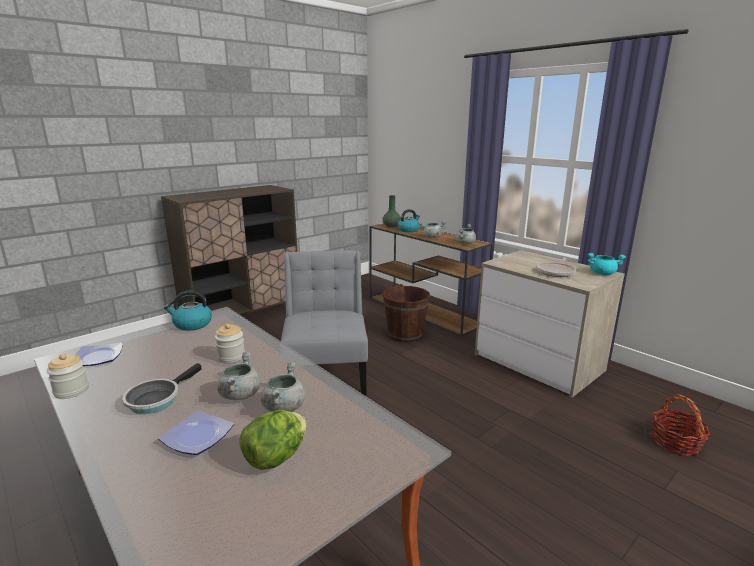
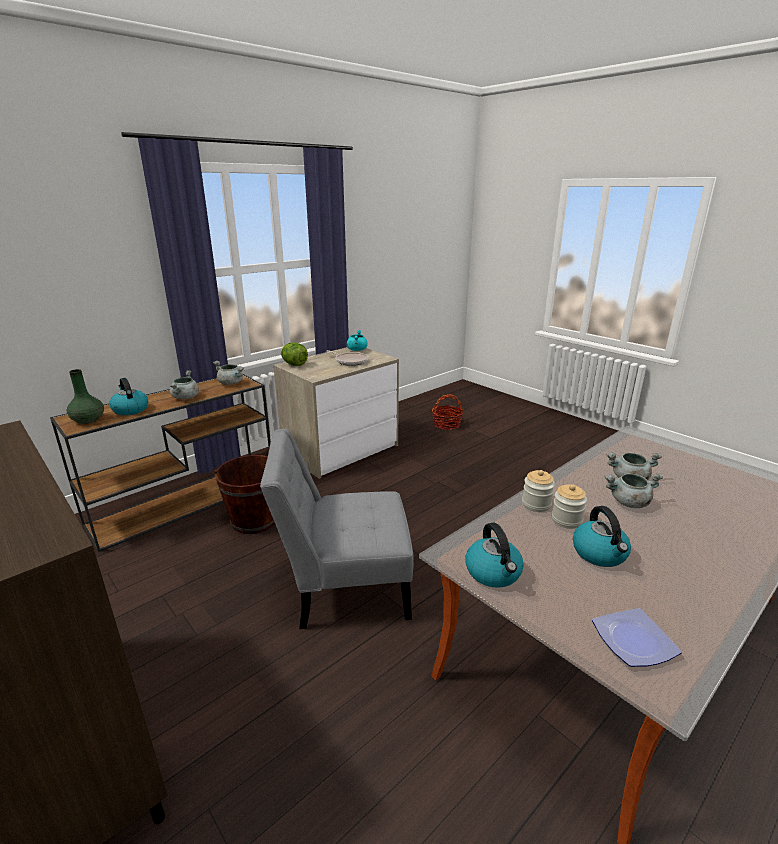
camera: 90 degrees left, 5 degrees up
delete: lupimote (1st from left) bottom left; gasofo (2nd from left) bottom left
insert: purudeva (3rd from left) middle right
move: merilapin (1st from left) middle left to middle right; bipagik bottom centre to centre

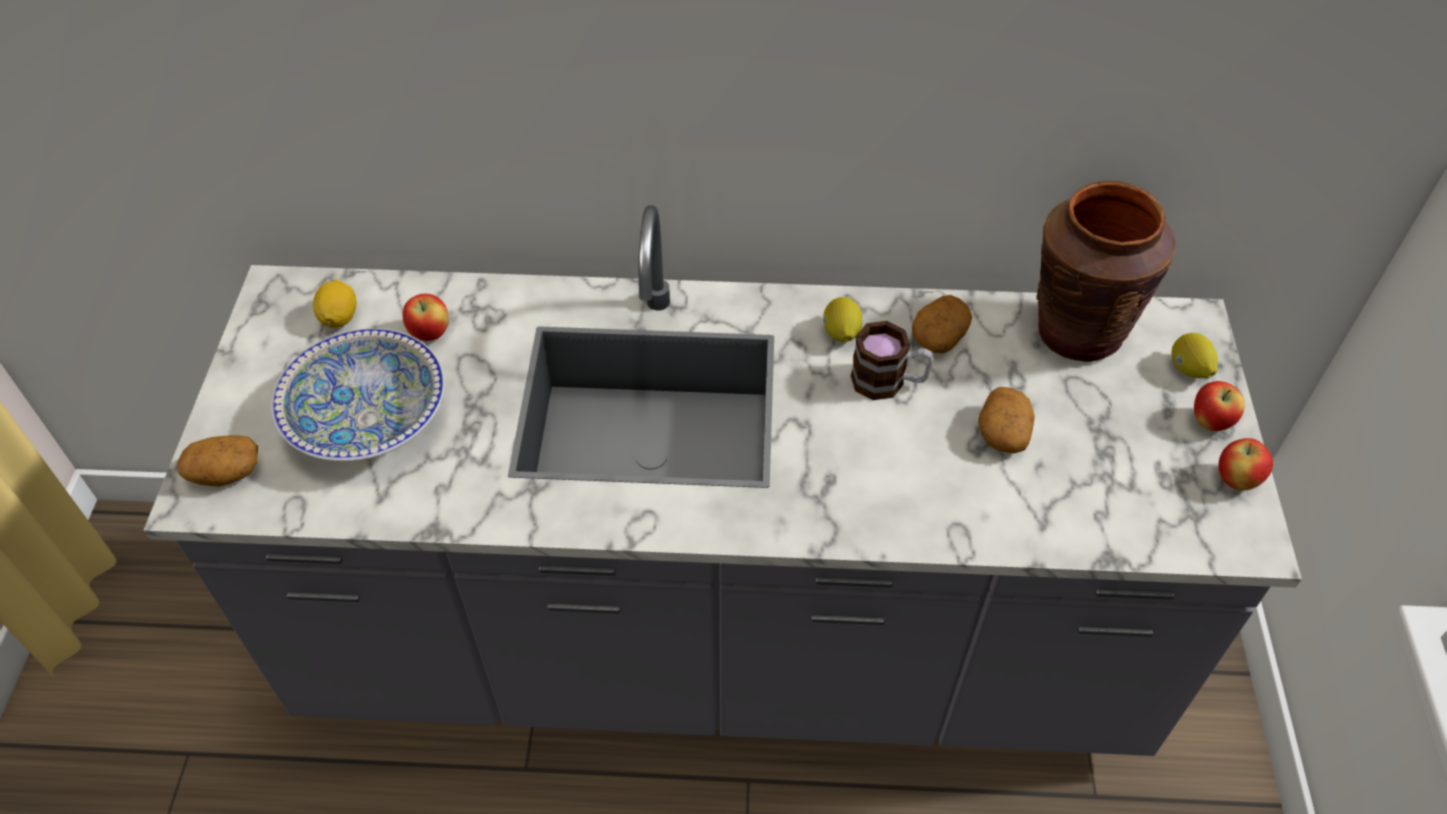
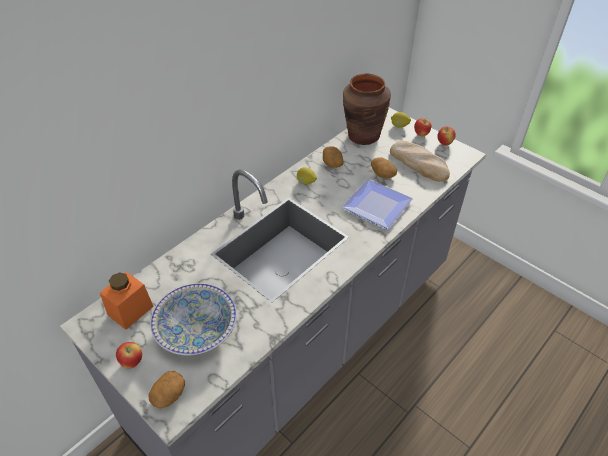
camera: 50 degrees left, 5 degrees down
delete: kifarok centre
insert: gasofo centre; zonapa middle right
move: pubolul (1st from left) middle left to bottom left
replace: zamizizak (1st from left) middle left to orange merilapin middle left

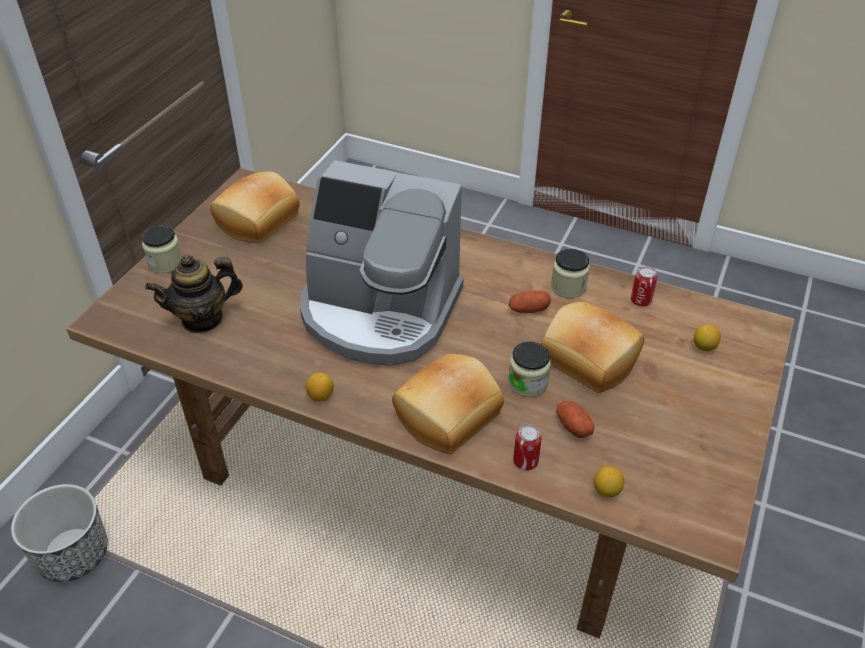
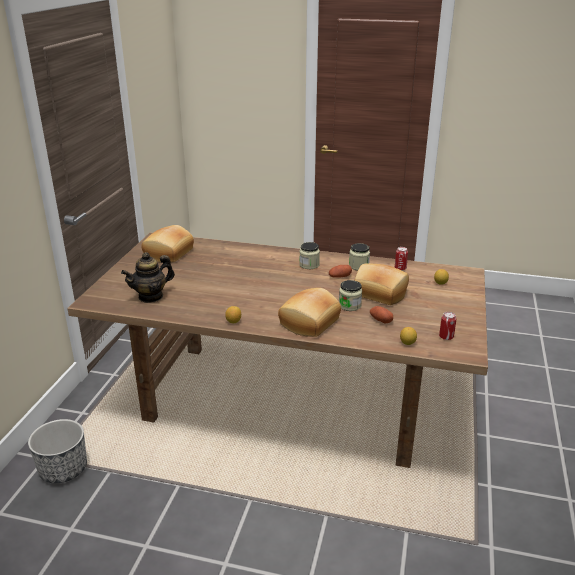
camera: 10 degrees left, 15 degrees down
delete: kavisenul centre
move: merilapin (1st from left) middle left to centre; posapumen (1st from left in the first image) bottom centre to posapumen (2nd from left) middle right

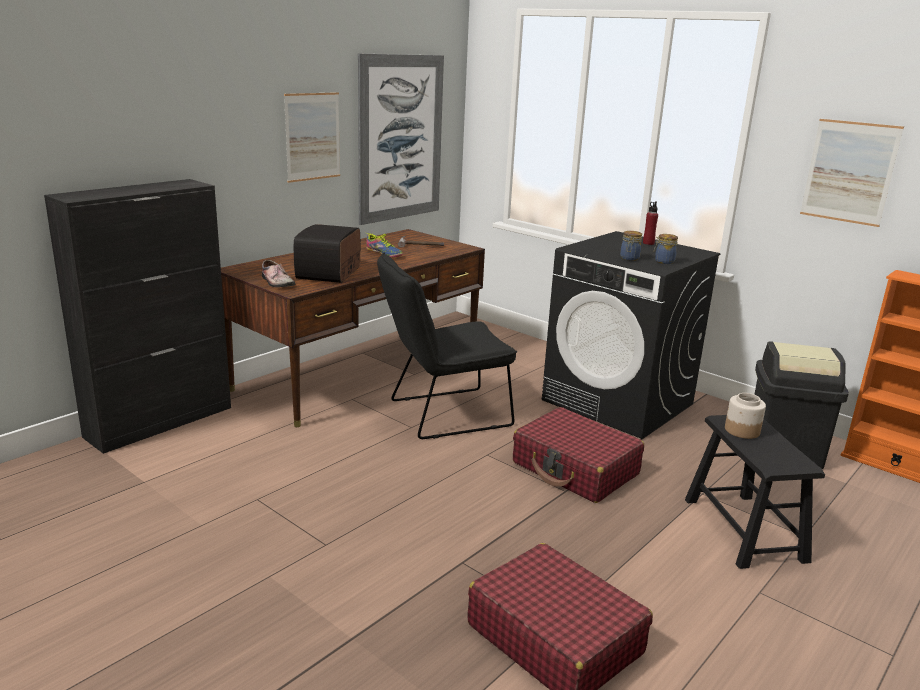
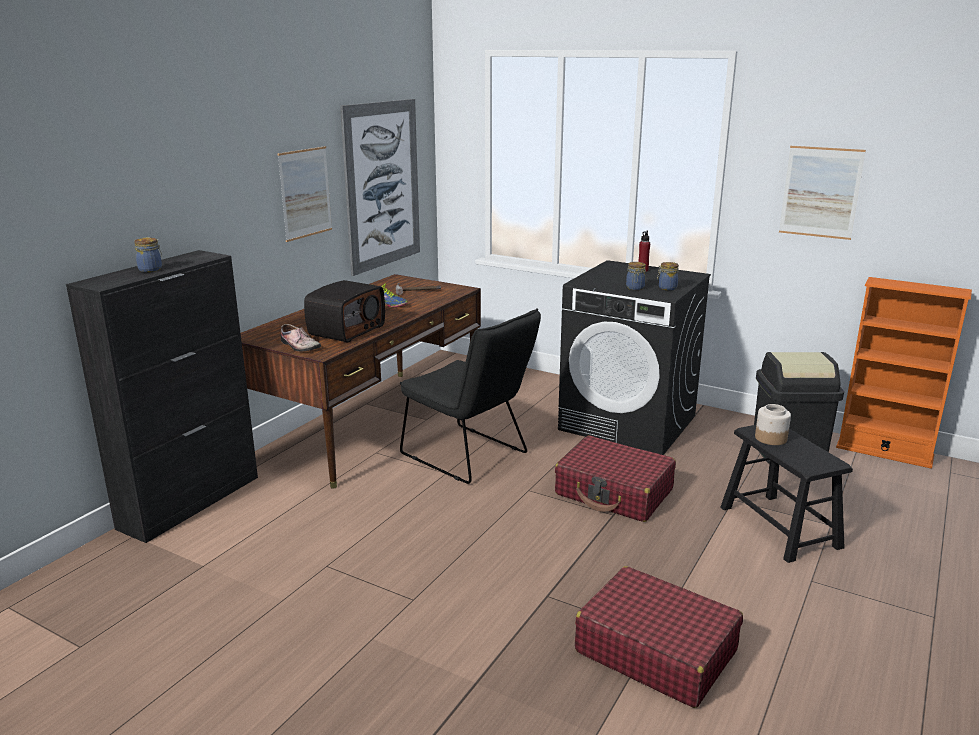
camera: 10 degrees left, 0 degrees up
insert: merilapin (1st from left) middle left
rotate: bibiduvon centre = centre 150 degrees counterclockwise; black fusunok centre = centre 105 degrees counterclockwise

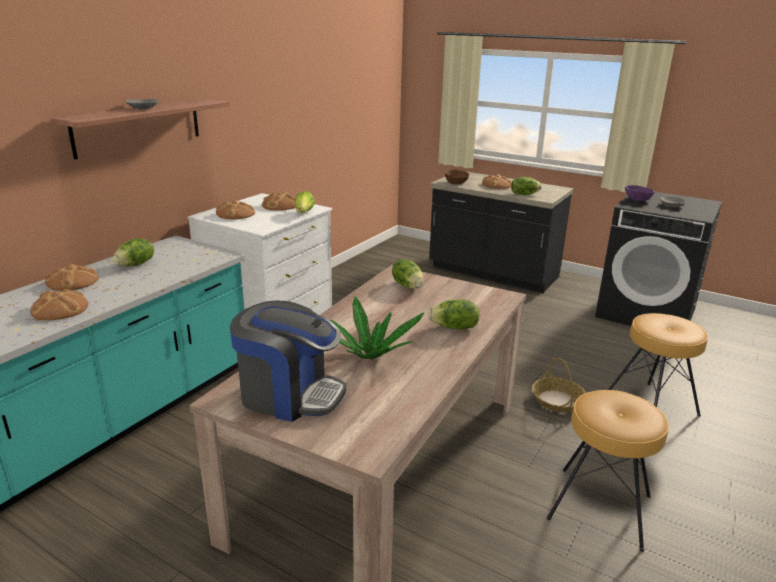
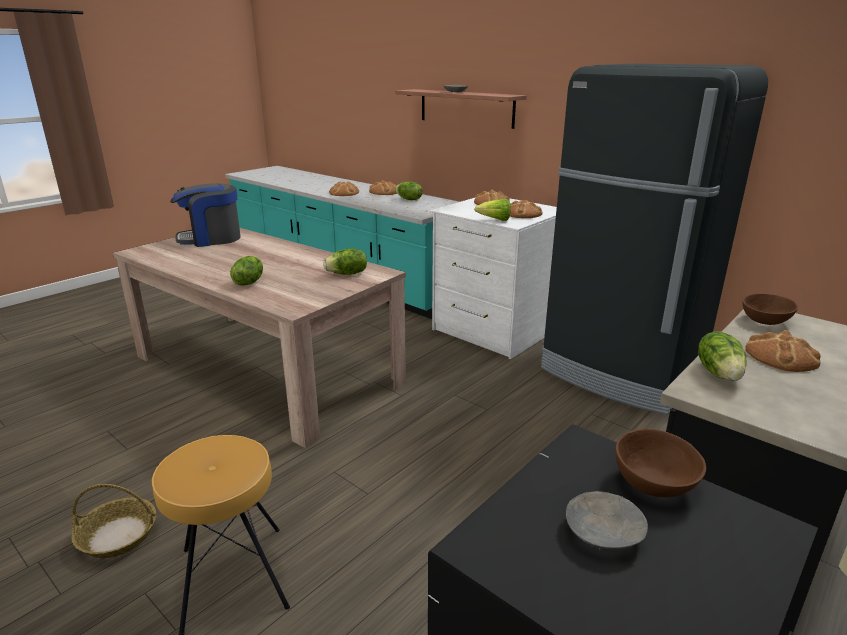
camera: 100 degrees right, 0 degrees up
delete: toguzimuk centre; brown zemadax (1st from left) bottom right
insert: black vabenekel middle right
move: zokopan middle right to bottom left
recolor: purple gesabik top right to brown gesabik (1st from left) bottom right
rotate: kavisenul centre = middle left 45 degrees clockwise

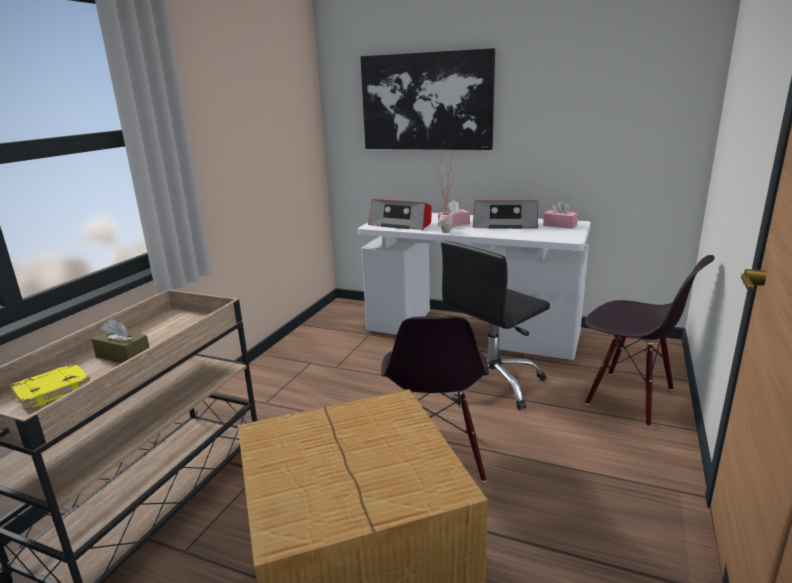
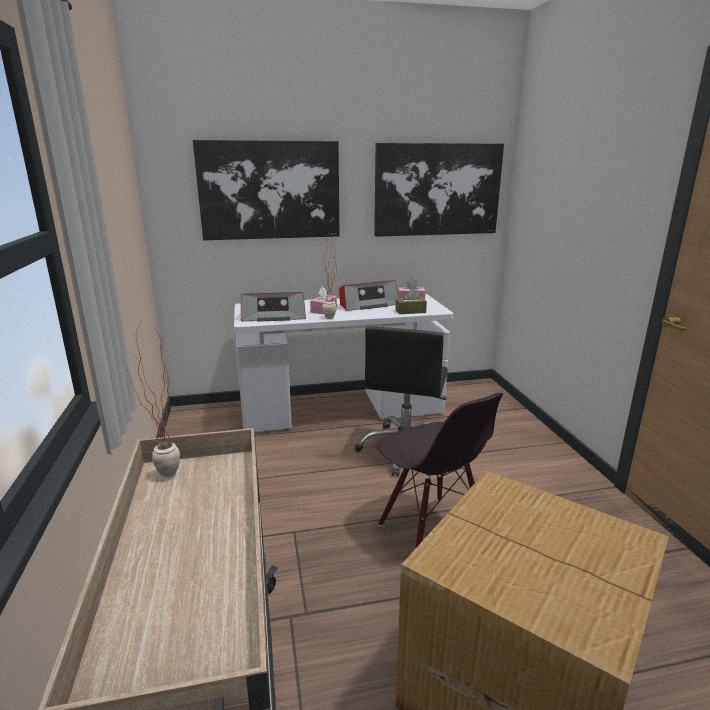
camera: 35 degrees left, 0 degrees up
delete: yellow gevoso middle left; black fusunok (2nd from left) middle right
insert: toguzimuk (1st from left) middle left; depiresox (2nd from left) top centre
move: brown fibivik middle left to centre

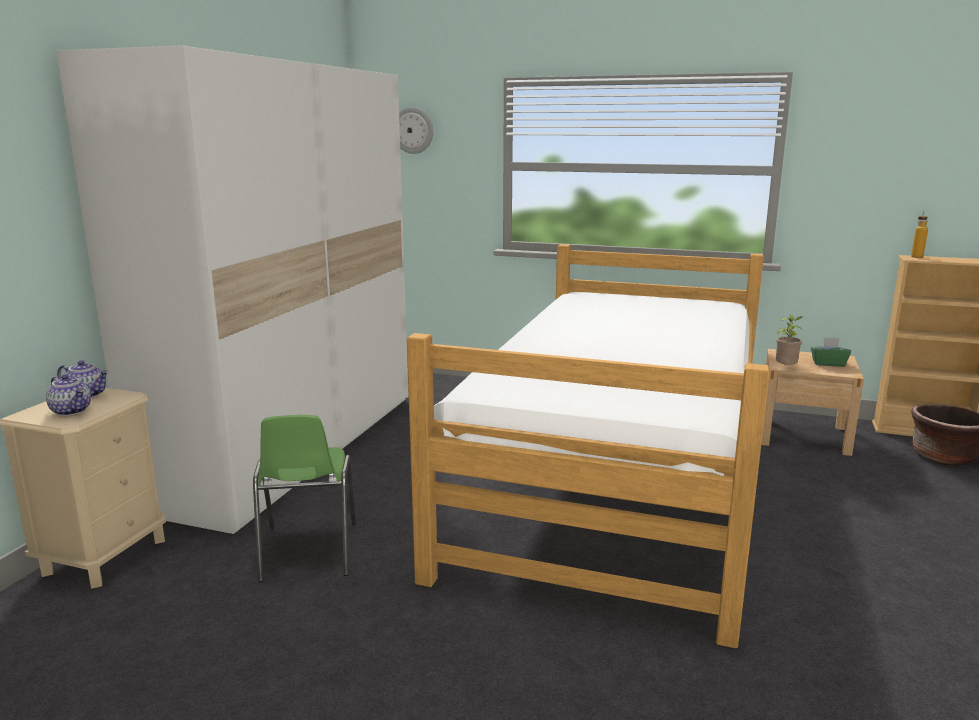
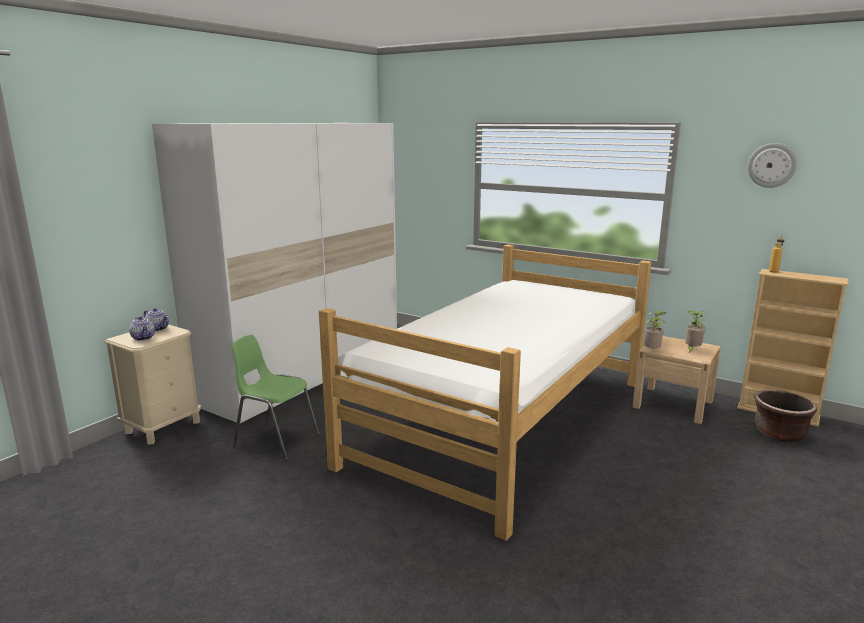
camera: 15 degrees right, 0 degrees up
move: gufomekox top centre to top right
replace: green fibivik middle right to toguzimuk (2nd from left) middle right
rotate: green fusunok bottom left = middle left 105 degrees clockwise

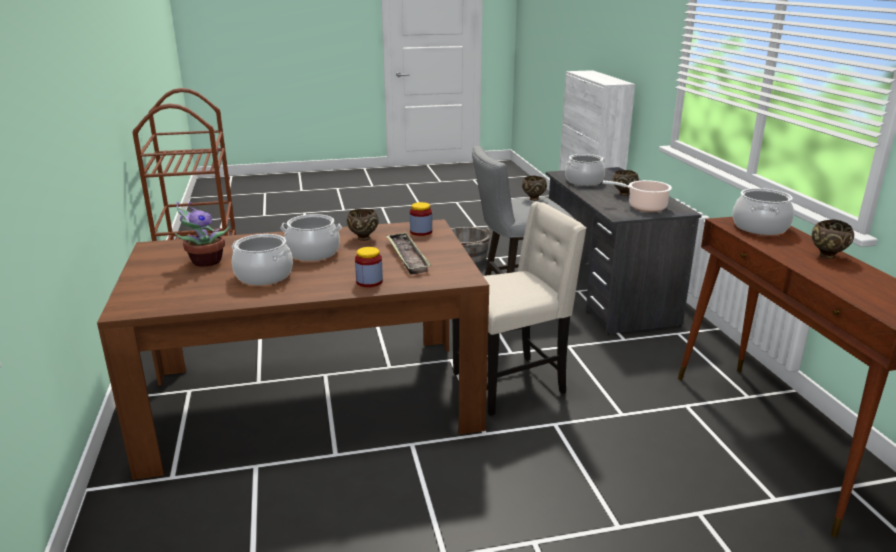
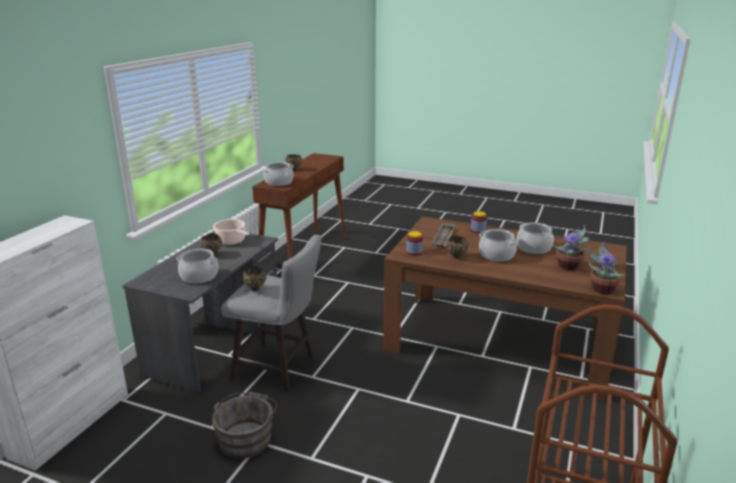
camera: 145 degrees left, 0 degrees up
delete: beige fusunok centre
insert: toguzimuk (2nd from left) middle right

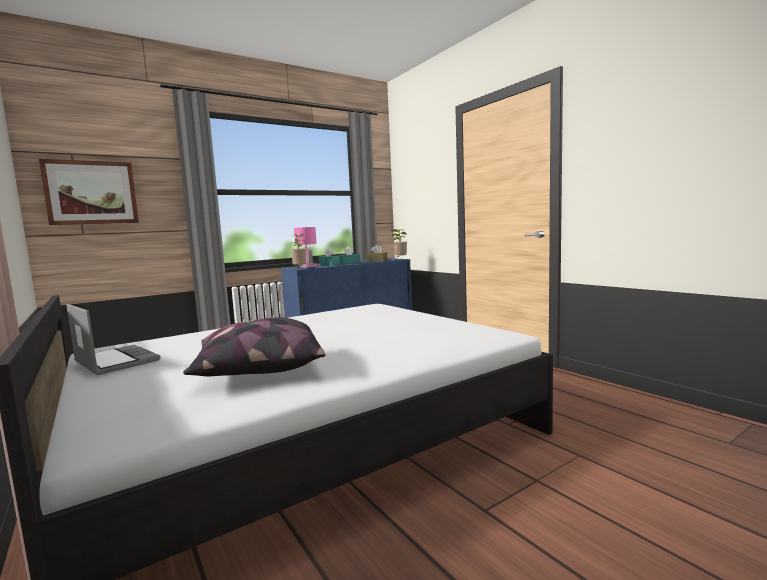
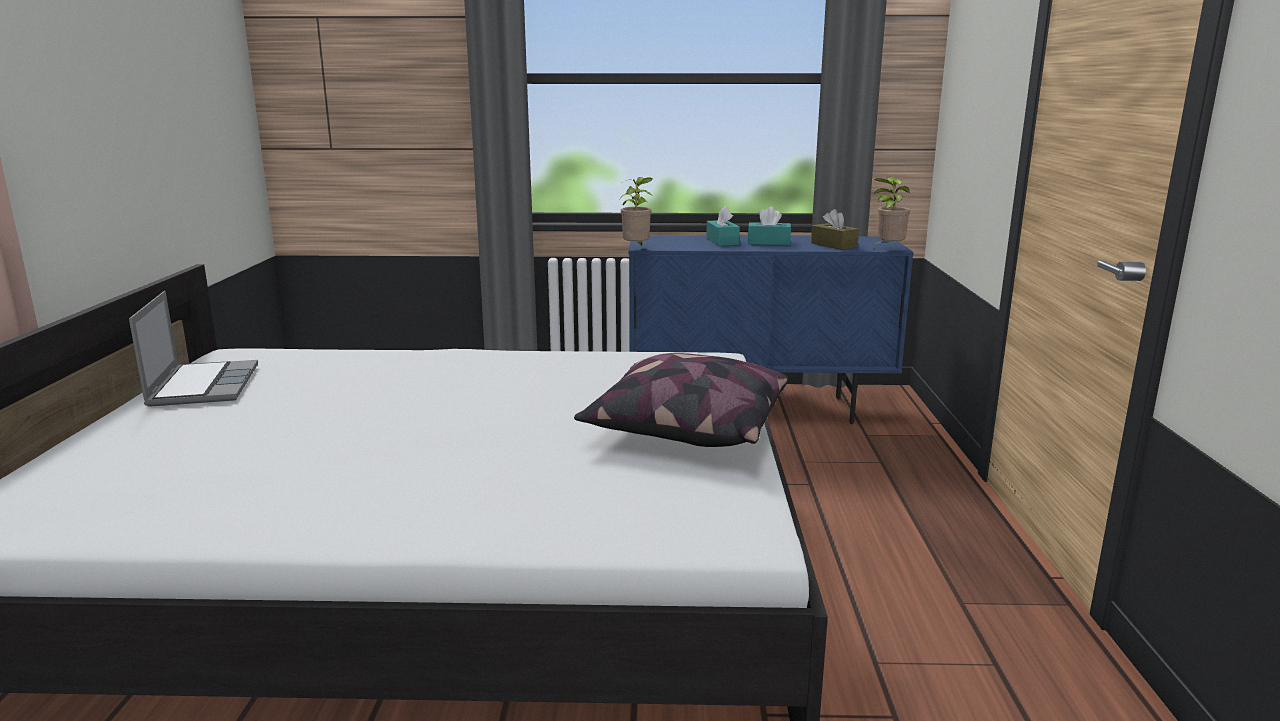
camera: 35 degrees right, 10 degrees up
delete: depiresox top left; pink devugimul centre
move: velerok middle left to centre

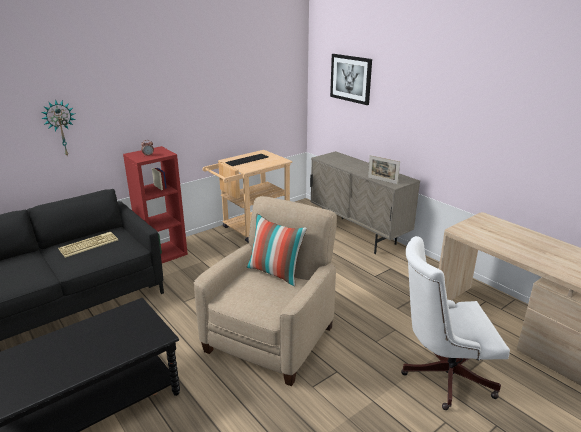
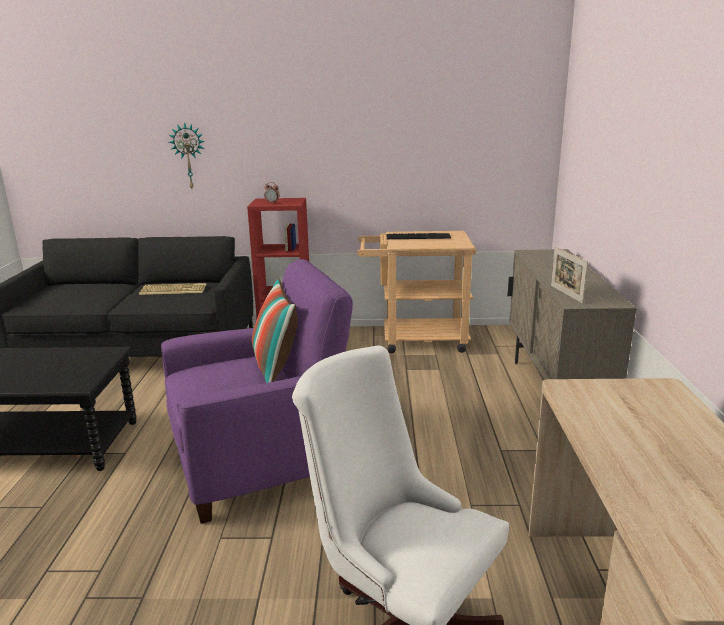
camera: 40 degrees right, 5 degrees down
delete: depiresox top centre
recolor: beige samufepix bottom centre to purple samufepix centre

